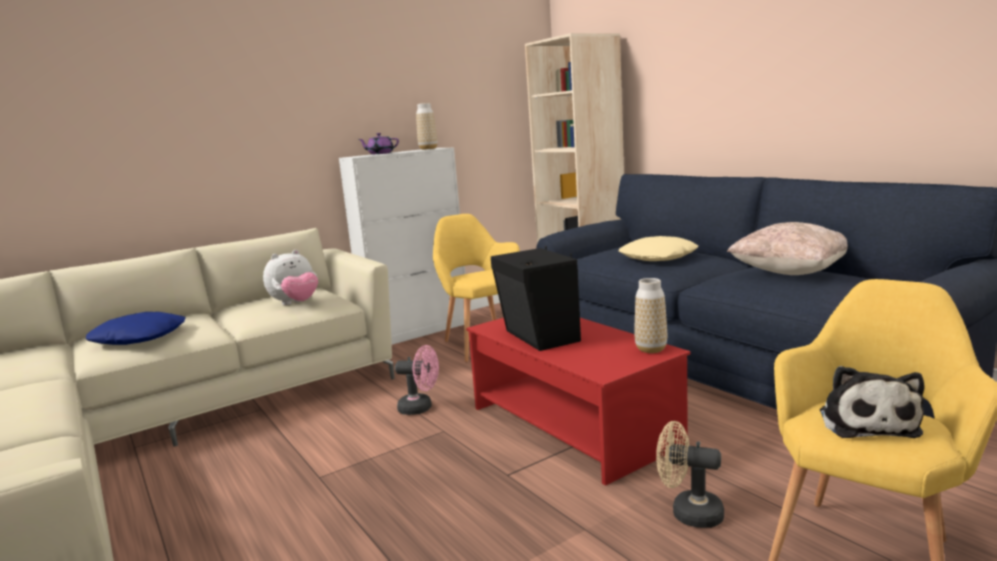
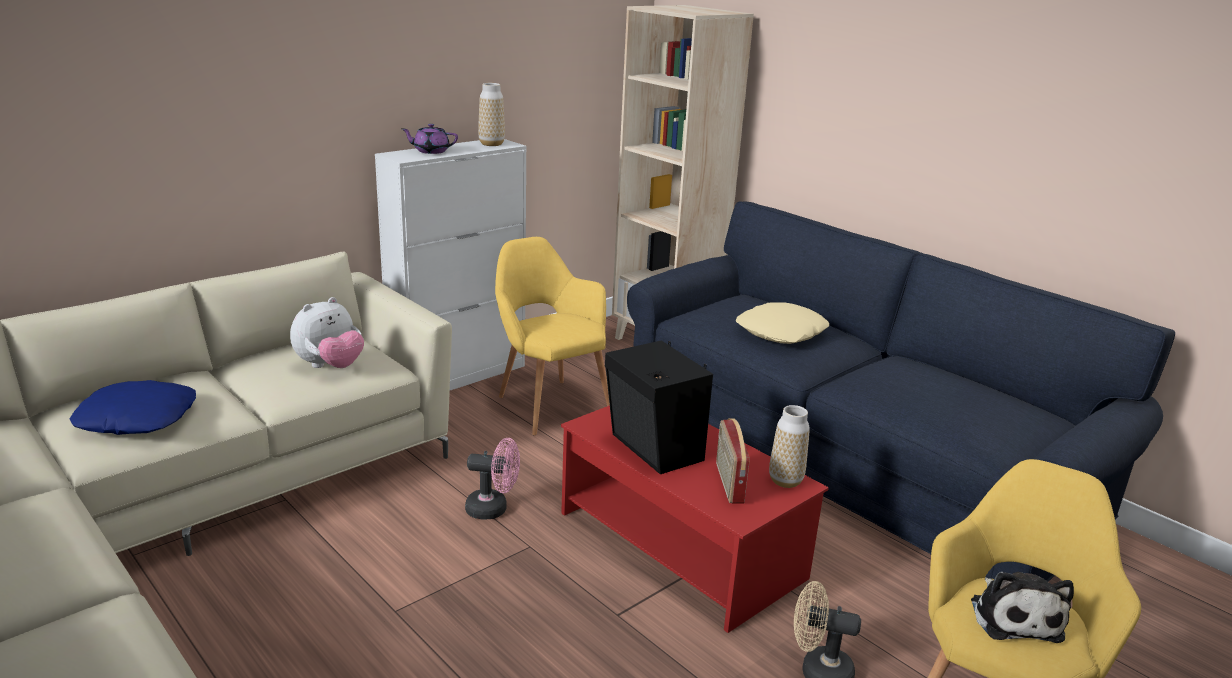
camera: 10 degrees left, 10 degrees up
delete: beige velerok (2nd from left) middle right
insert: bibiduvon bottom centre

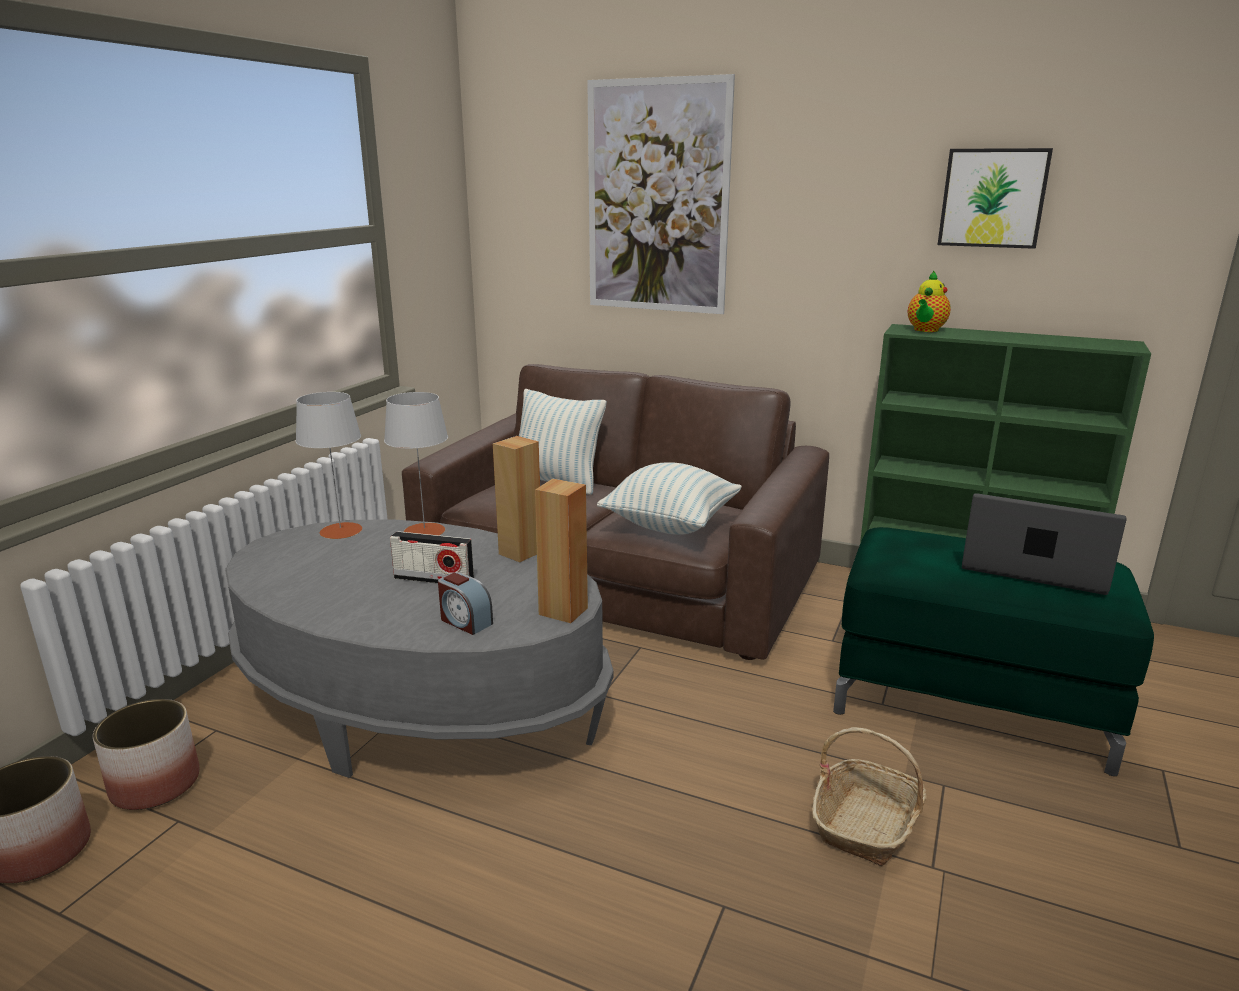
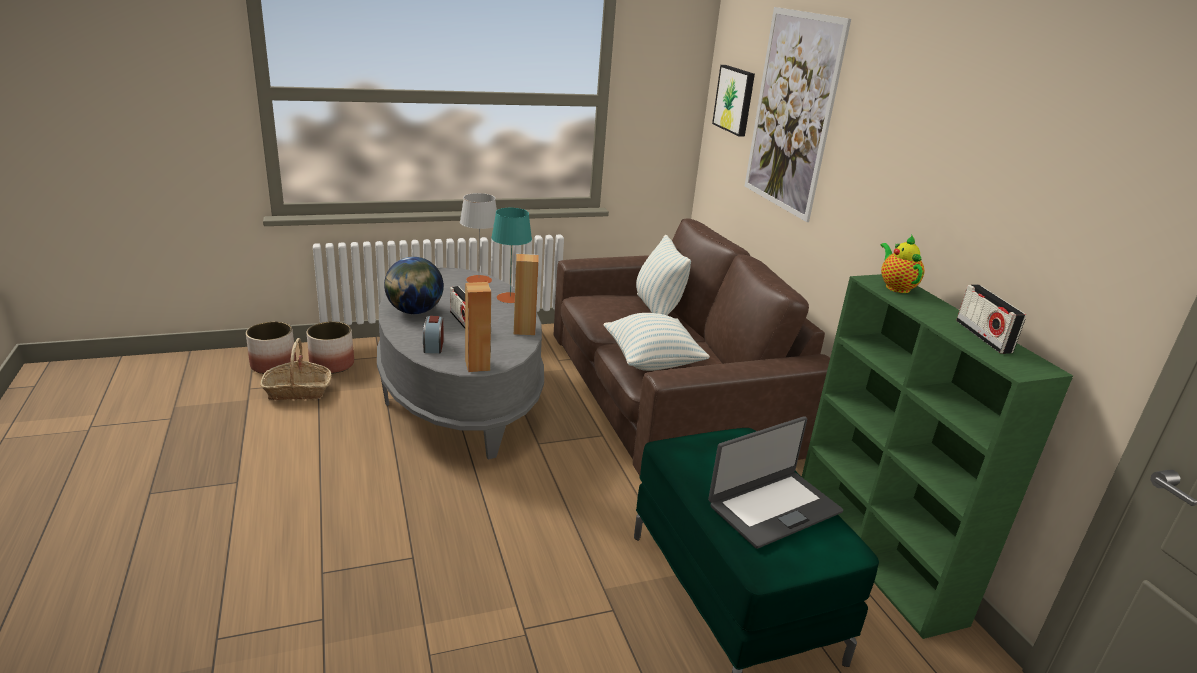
camera: 45 degrees right, 5 degrees up
insert: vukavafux centre; bibiduvon (2nd from left) middle right
move: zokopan bottom right to middle left; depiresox (2nd from left in the first image) top right to depiresox (1st from left) top centre
recolor: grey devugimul (2nd from left) centre to turquoise devugimul centre
rotate: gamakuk top right = middle right 90 degrees clockwise; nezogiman middle right = bottom centre 75 degrees clockwise

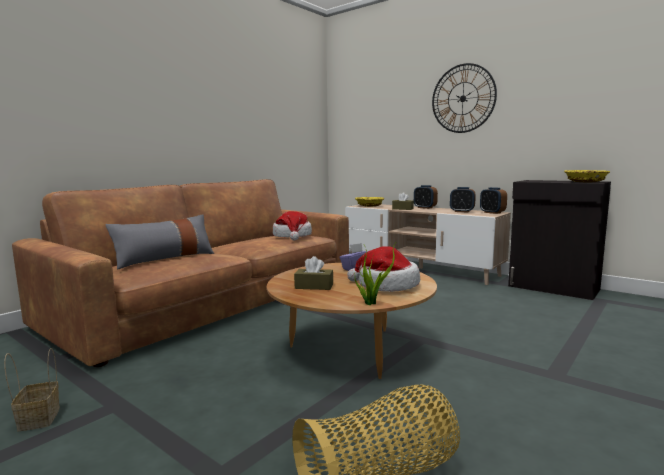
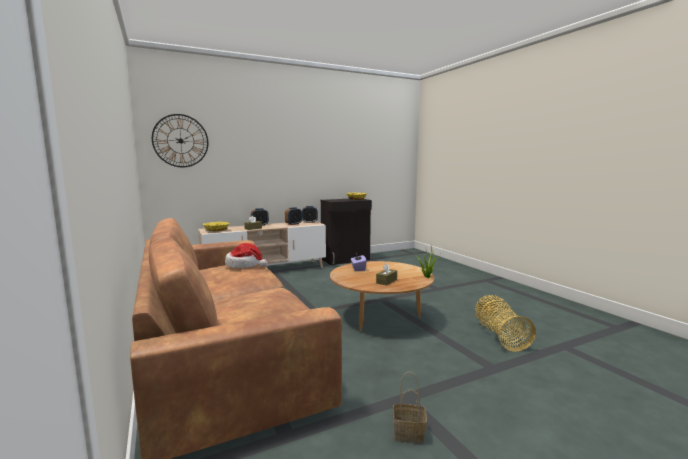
camera: 65 degrees left, 0 degrees up
delete: grey velerok middle left; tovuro (2nd from left) centre
move: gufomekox top right to top left

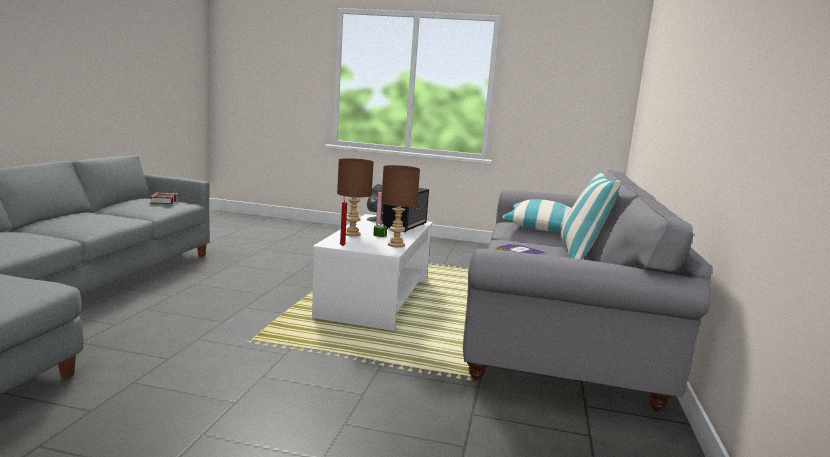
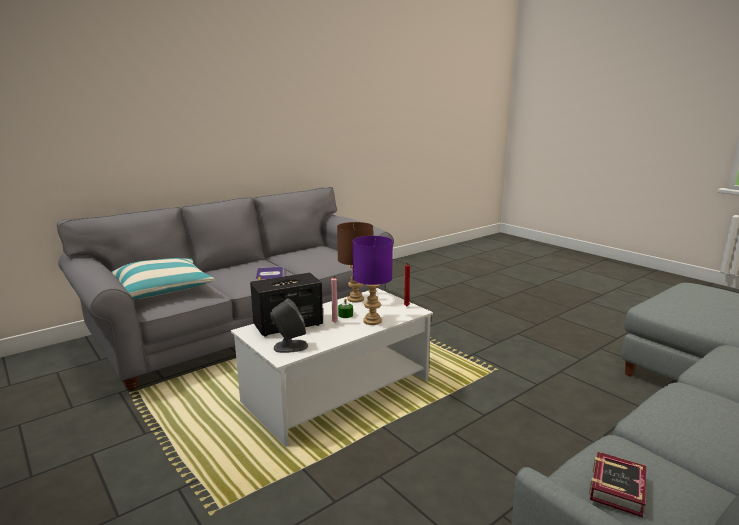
camera: 140 degrees left, 5 degrees up
delete: velerok (2nd from left) middle right
recolor: brown devugimul (1st from left) centre to purple devugimul centre

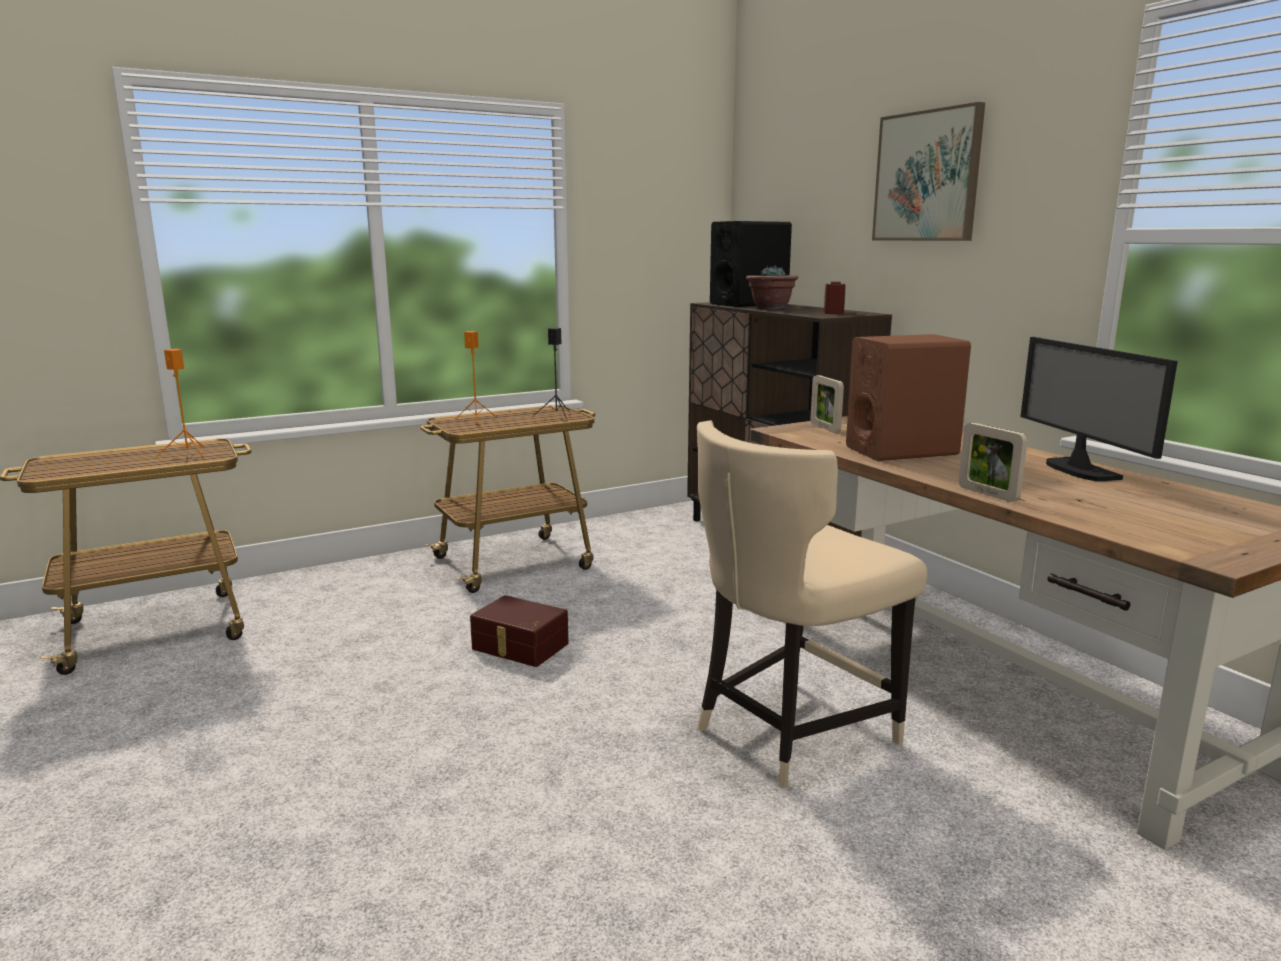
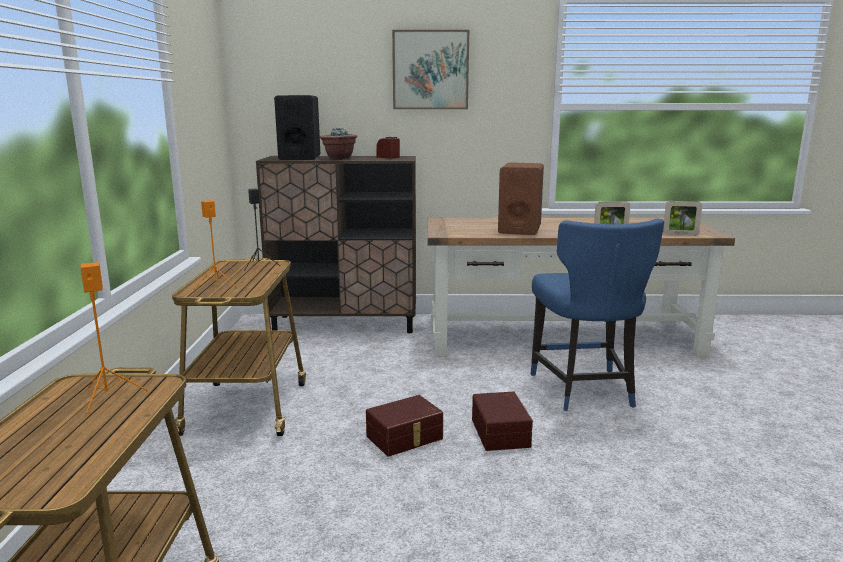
camera: 60 degrees left, 0 degrees up
delete: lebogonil middle right
insert: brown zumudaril (2nd from left) bottom centre
move: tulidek (1st from left in the first image) centre to tulidek (2nd from left) middle right
recolor: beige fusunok centre to blue fusunok middle right

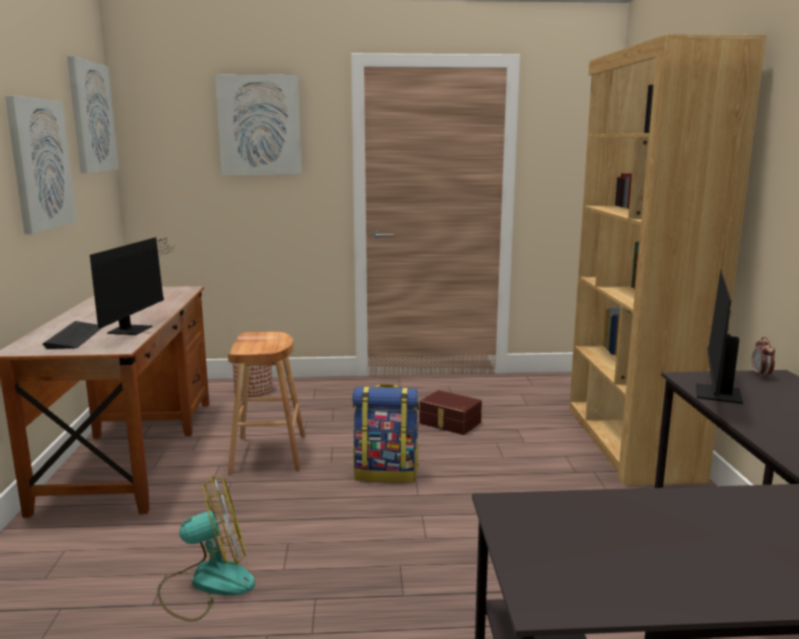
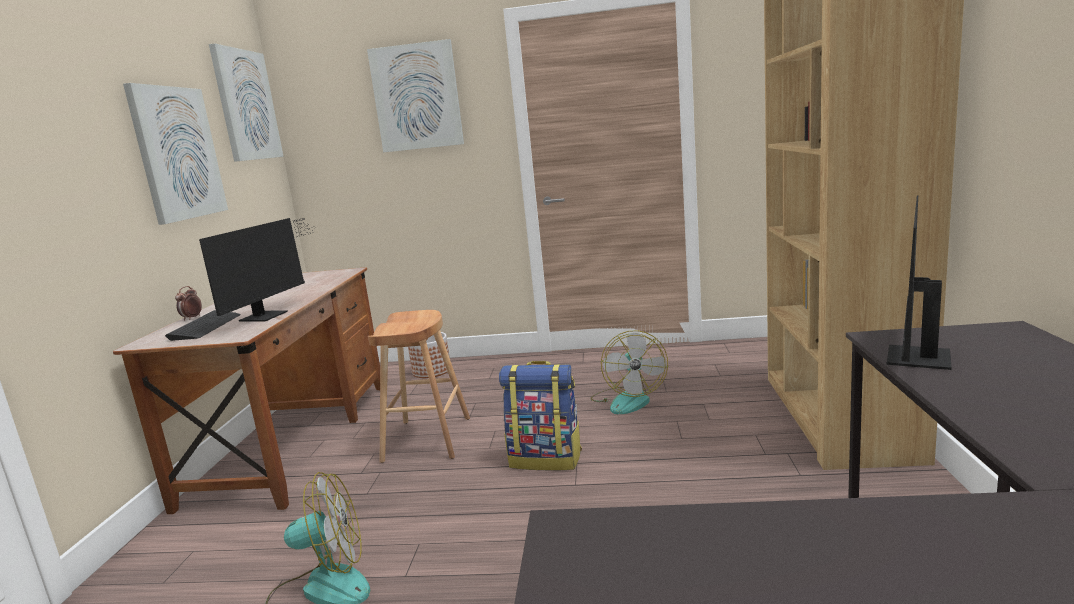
camera: 10 degrees right, 0 degrees up
move: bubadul middle right to middle left
replace: brown zumudaril centre to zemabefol (2nd from left) centre

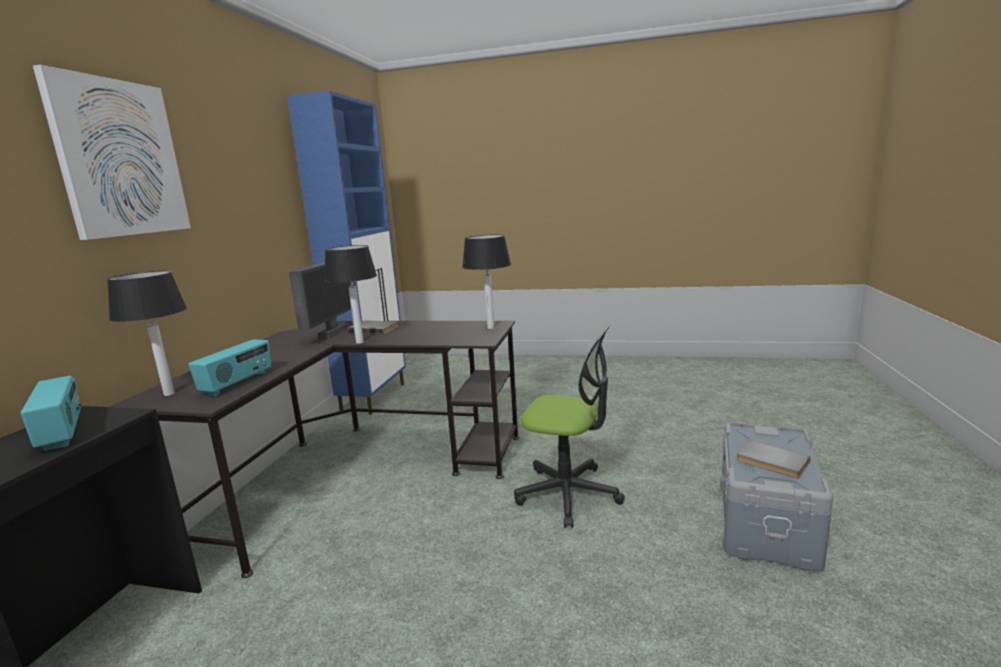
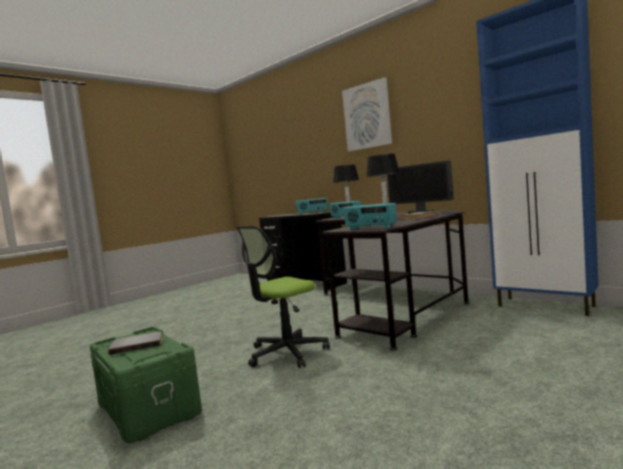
camera: 120 degrees right, 10 degrees down
replace: devugimul (3rd from left) centre to bibiduvon (3rd from left) centre
recolor: grey zumudaril bottom right to green zumudaril bottom left

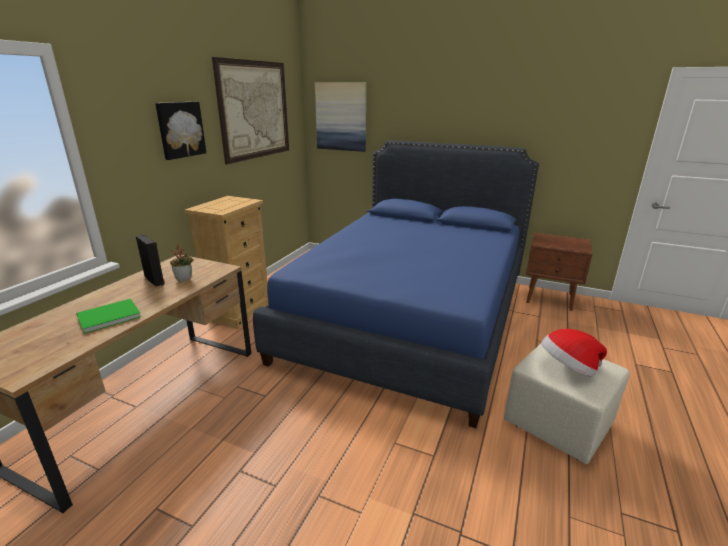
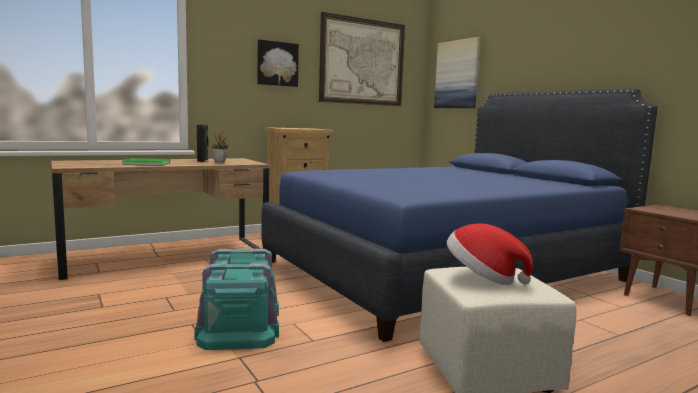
camera: 35 degrees right, 15 degrees down
insert: turquoise zumudaril bottom centre

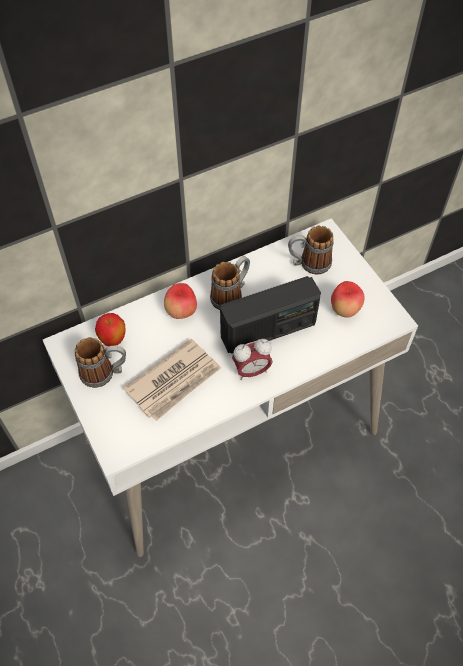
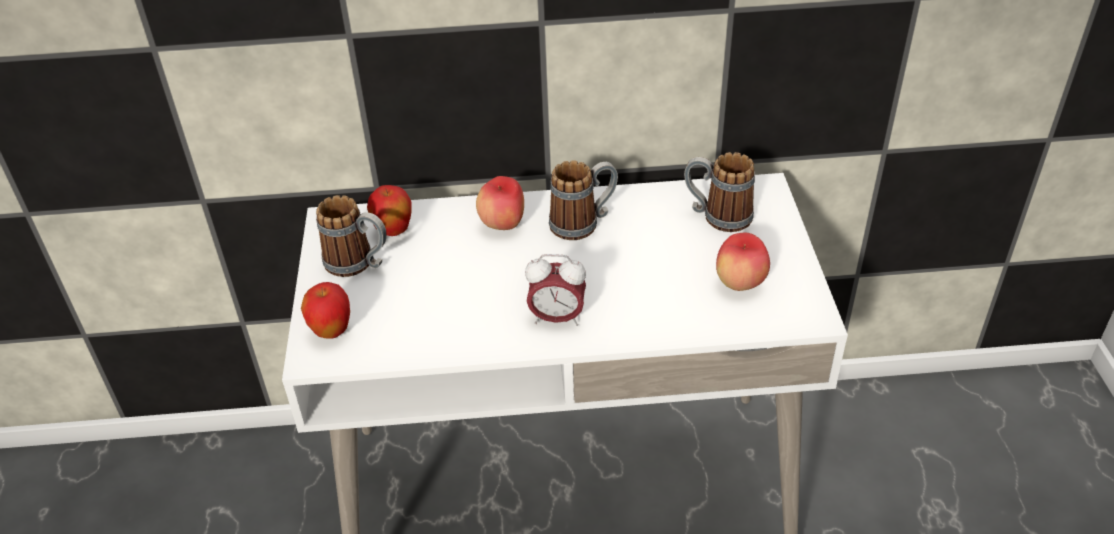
camera: 25 degrees right, 15 degrees down
delete: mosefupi centre; bibiduvon centre
insert: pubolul (1st from left) middle left

